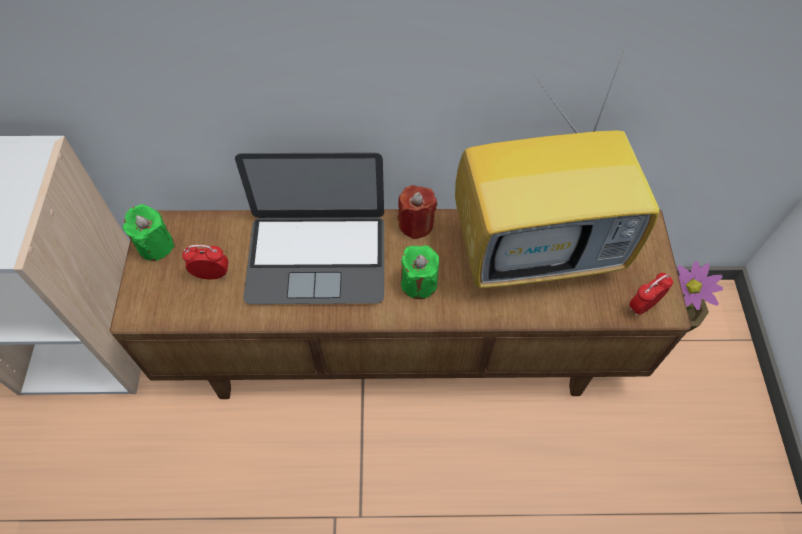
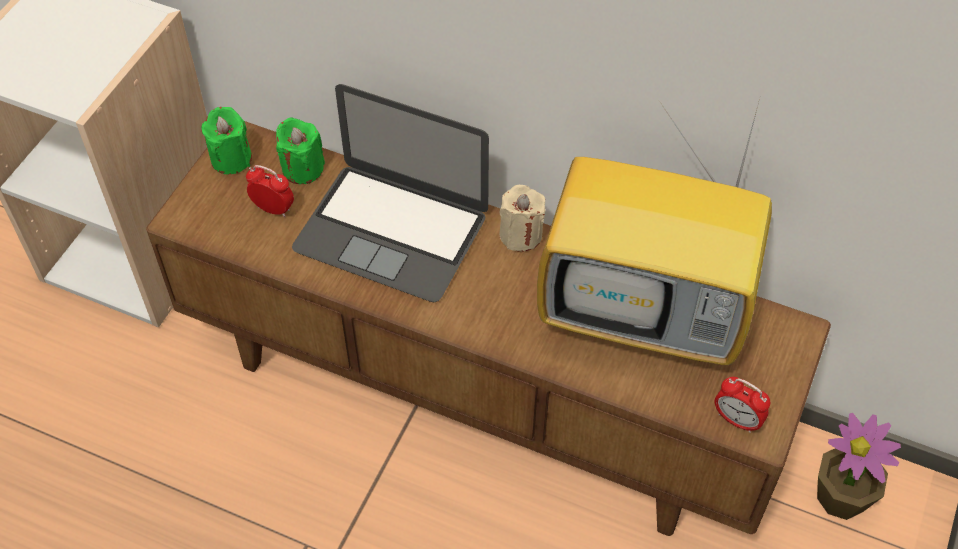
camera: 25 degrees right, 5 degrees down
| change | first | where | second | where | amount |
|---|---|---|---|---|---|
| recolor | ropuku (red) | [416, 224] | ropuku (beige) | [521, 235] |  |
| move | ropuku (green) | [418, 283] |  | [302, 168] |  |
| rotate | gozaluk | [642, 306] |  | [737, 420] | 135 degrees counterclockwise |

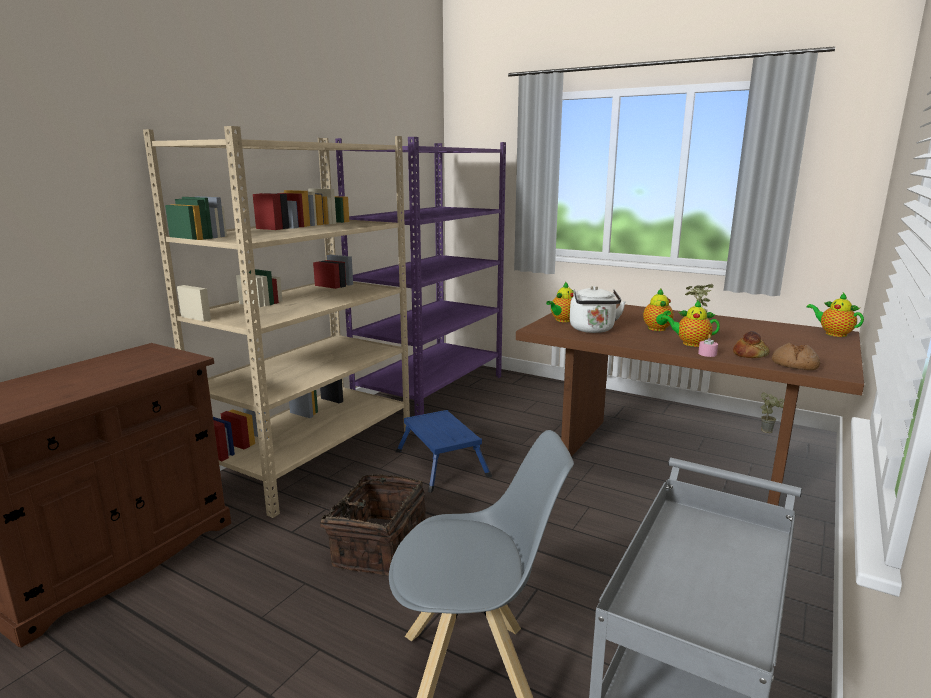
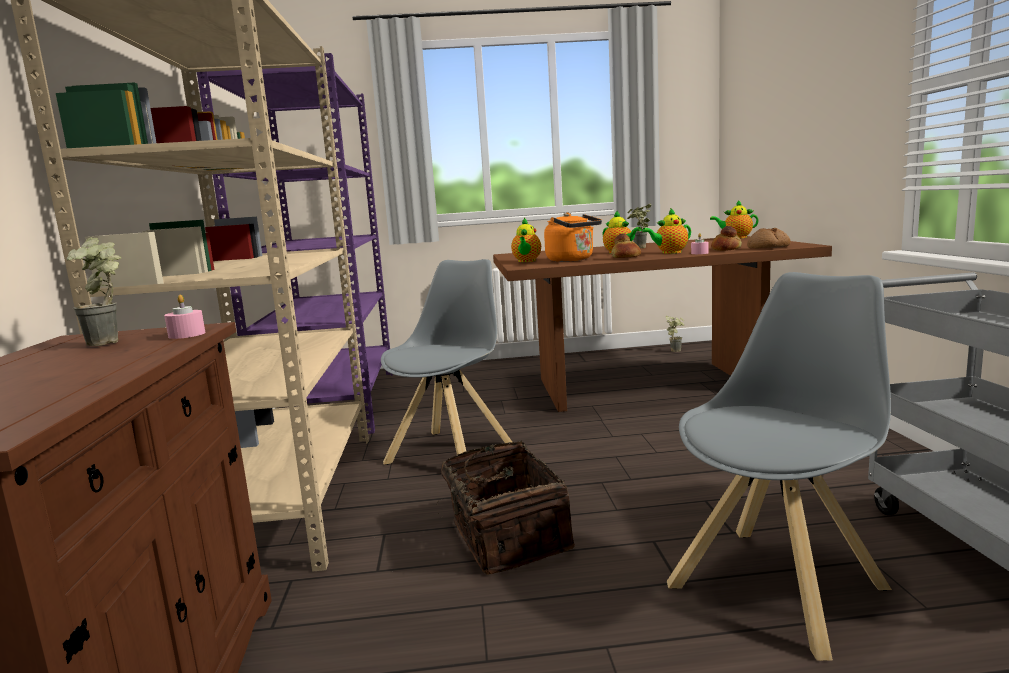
camera: 35 degrees left, 5 degrees down
| change | first | where | second | where | amount |
|---|---|---|---|---|---|
| replace | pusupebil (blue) | [442, 464] | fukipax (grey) | [452, 451] |  |
| recolor | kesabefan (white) | [593, 330] | kesabefan (orange) | [572, 260] |  |
| insert |  |  | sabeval | [113, 343] |  |
| insert |  |  | ropuku (pink) | [187, 334] |  |
| insert |  |  | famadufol | [625, 257] |  |

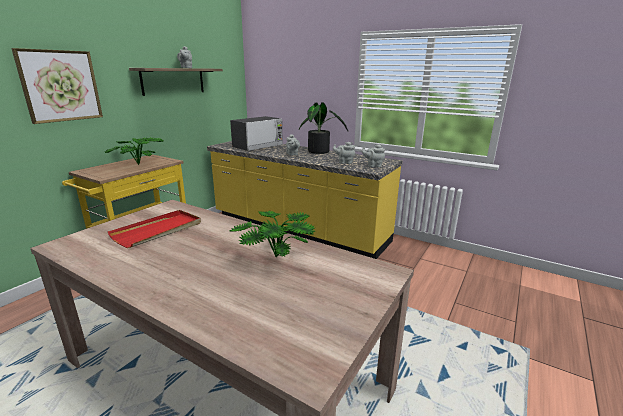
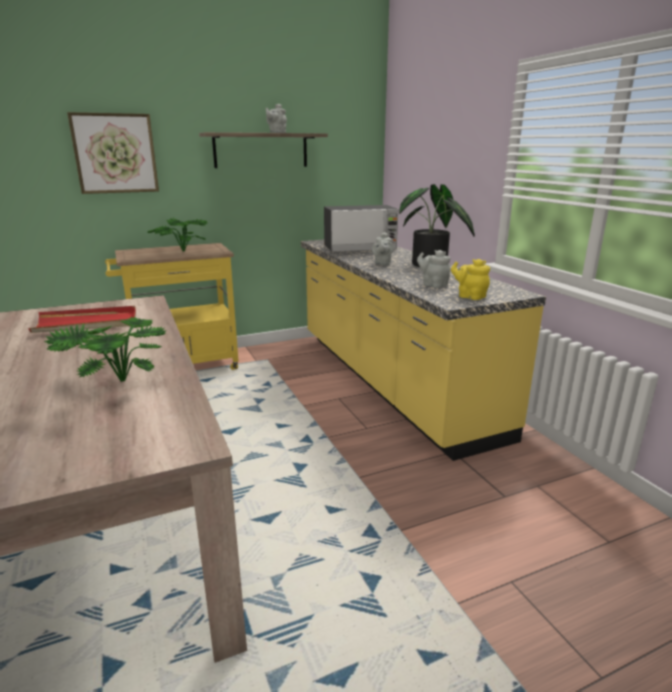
camera: 35 degrees right, 0 degrees up
| change | first | where | second | where | amount |
|---|---|---|---|---|---|
| recolor | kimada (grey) | [373, 165] | kimada (yellow) | [469, 296] |  |

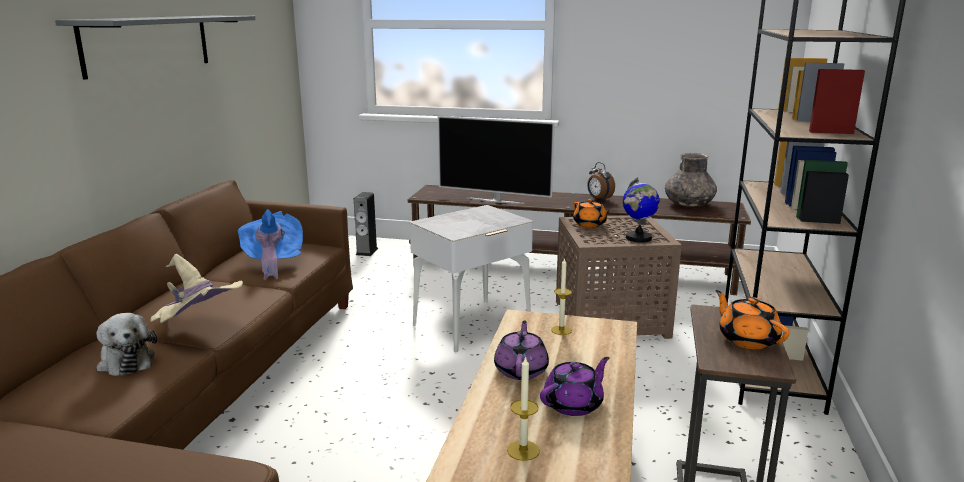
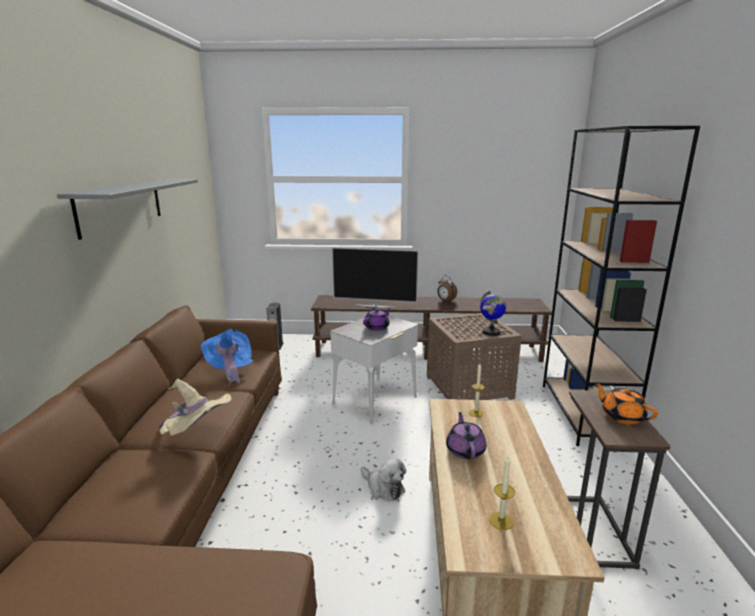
camera: 10 degrees left, 0 degrees up
| change | first | where | second | where | amount |
|---|---|---|---|---|---|
| move | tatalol | [126, 361] |  | [383, 488] |  |
| move | kimada (purple) | [574, 404] |  | [377, 327] |  |
| delete | kimada (orange) | [590, 224] |  |  |  |
| delete | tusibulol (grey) | [689, 204] |  |  |  |

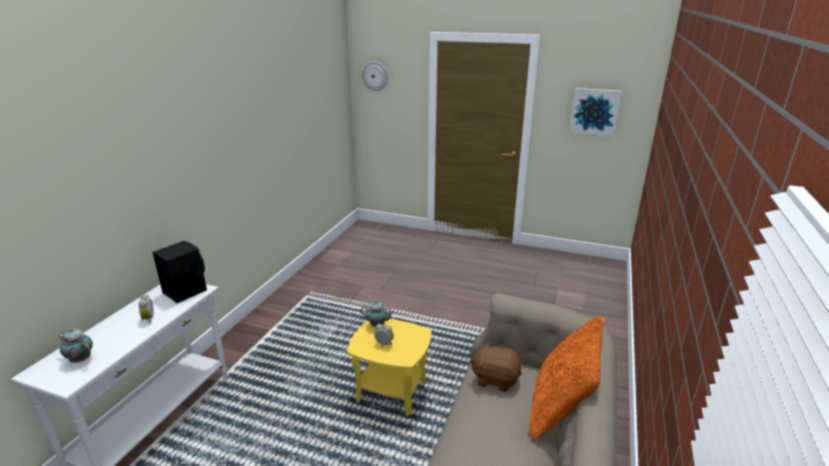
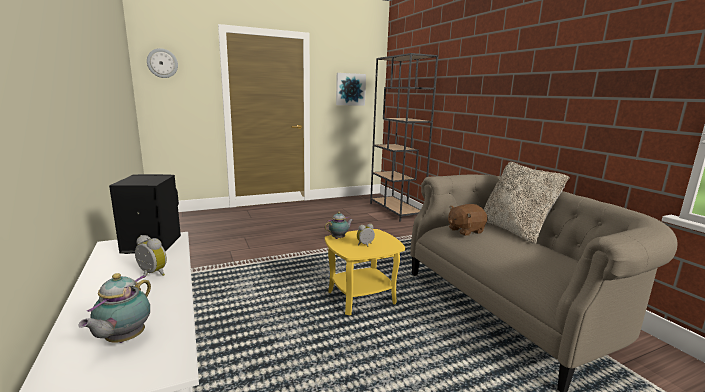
camera: 45 degrees left, 10 degrees down
| change | first | where | second | where | amount |
|---|---|---|---|---|---|
| rotate | kimada | [80, 359] |  | [123, 340] | 60 degrees counterclockwise |
| recolor | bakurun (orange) | [560, 410] | bakurun (beige) | [515, 229] |  |
| insert |  |  | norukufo | [396, 210] |  |

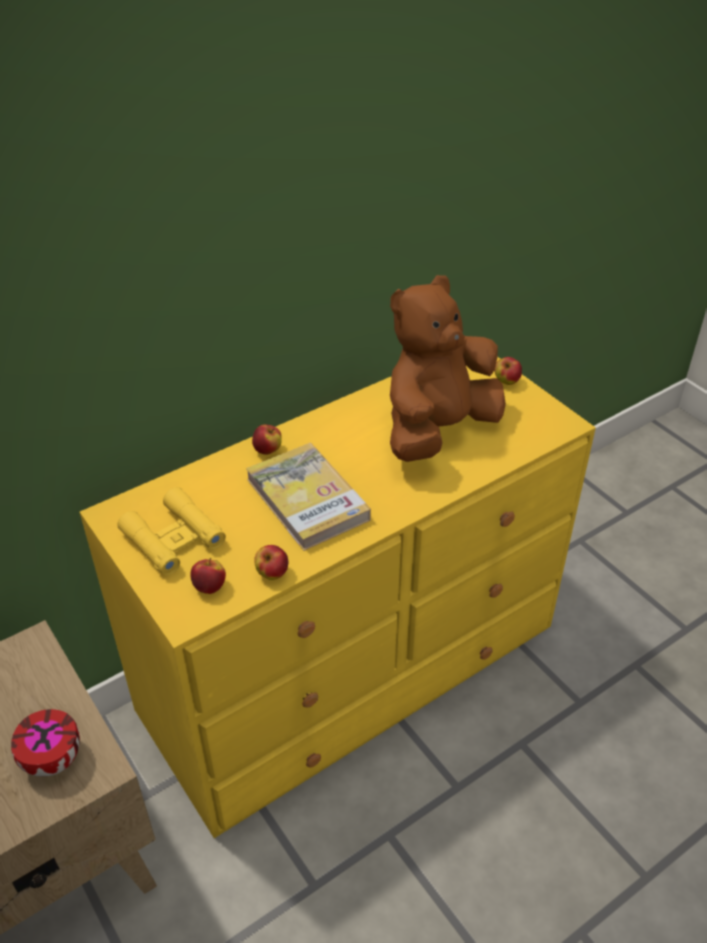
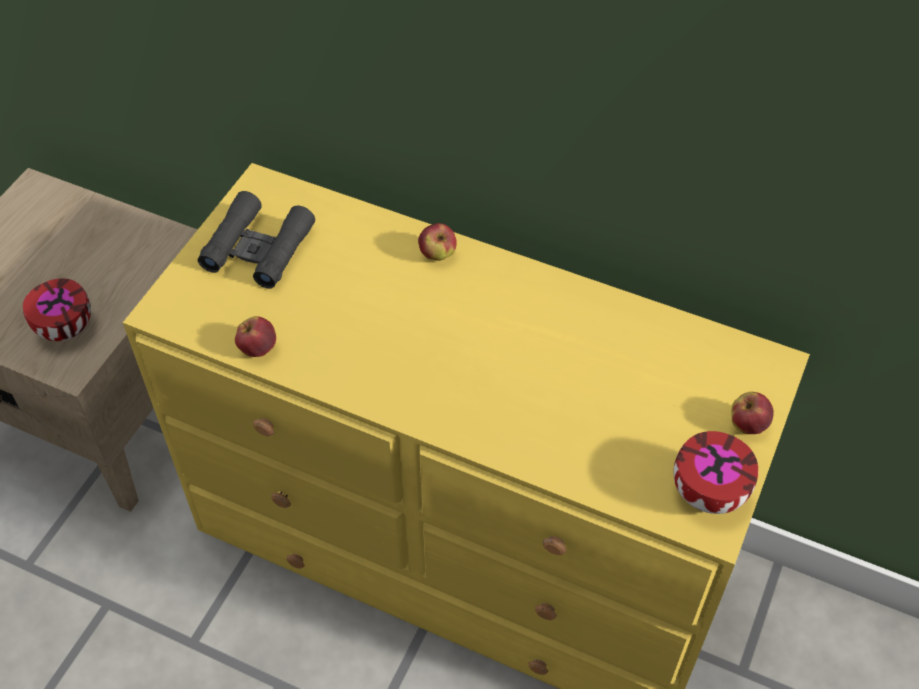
camera: 60 degrees right, 10 degrees up
| change | first | where | second | where | amount |
|---|---|---|---|---|---|
| recolor | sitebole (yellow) | [173, 539] | sitebole (black) | [258, 248] |  |
| delete | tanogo | [209, 587] |  |  |  |
| delete | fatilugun | [307, 499] |  |  |  |
| delete | tatalol (brown) | [437, 430] |  |  |  |
| insert |  |  | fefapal | [706, 492] |  |

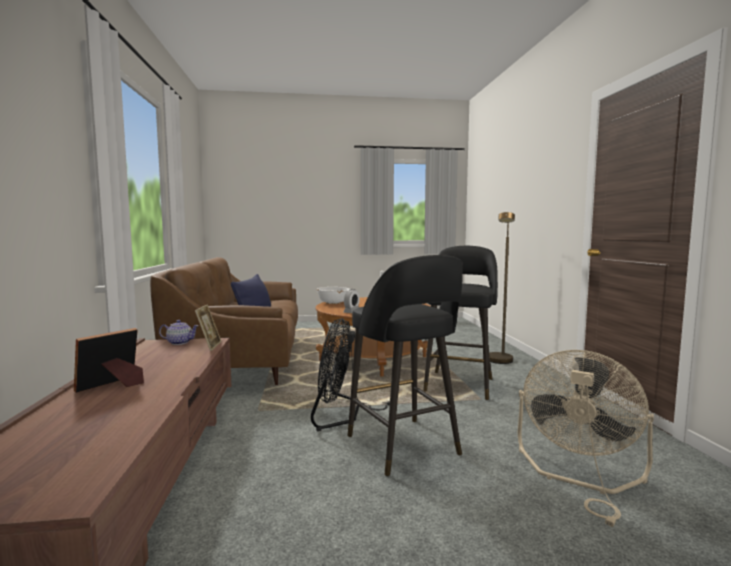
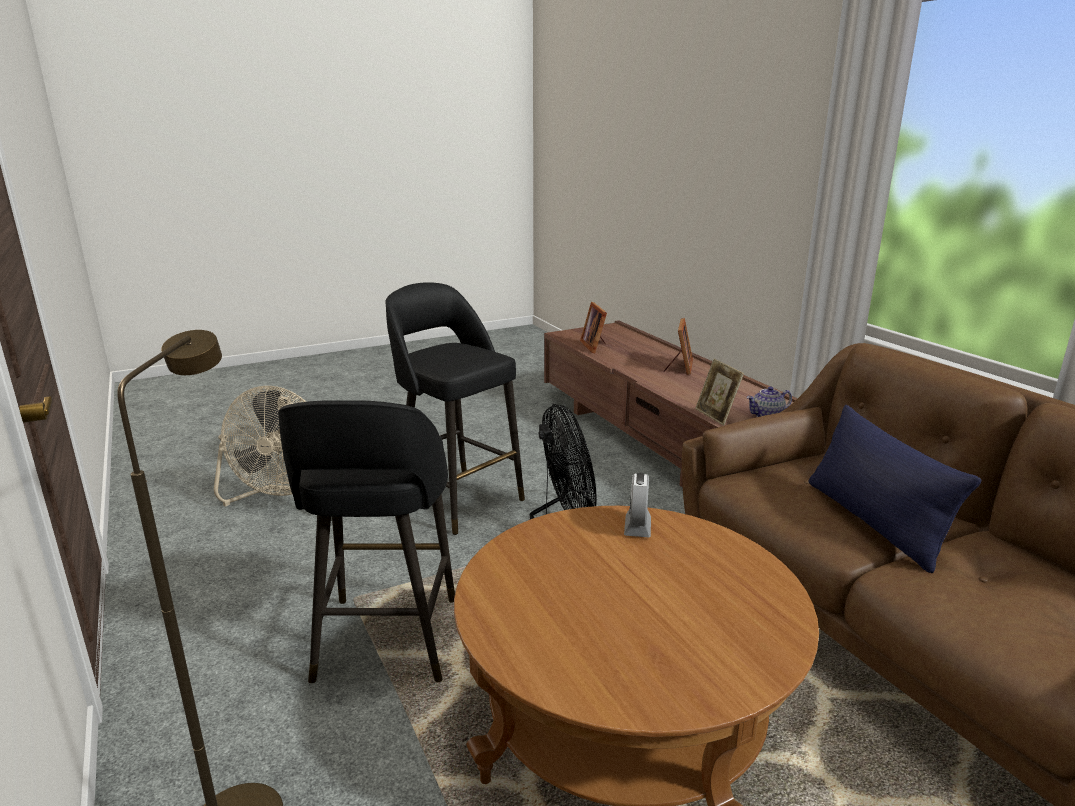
camera: 160 degrees right, 15 degrees up
| change | first | where | second | where | amount |
|---|---|---|---|---|---|
| delete | fefapal (white) | [333, 303] |  |  |  |
| insert |  |  | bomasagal | [595, 346] |  |

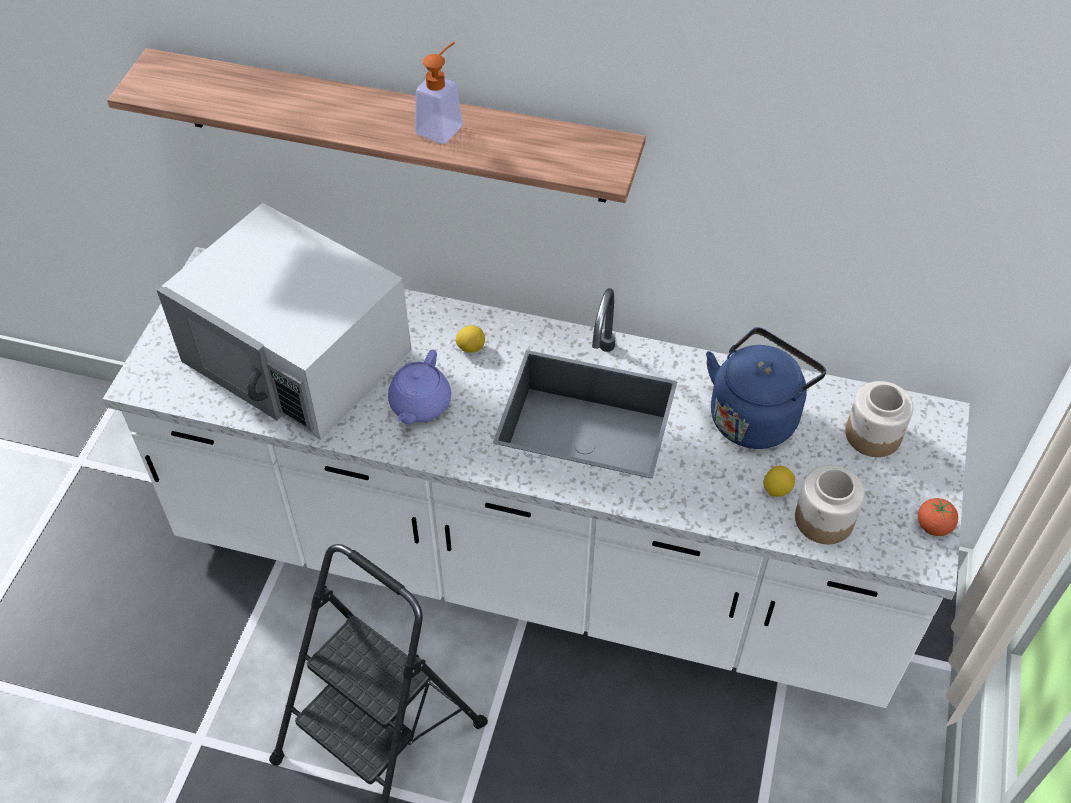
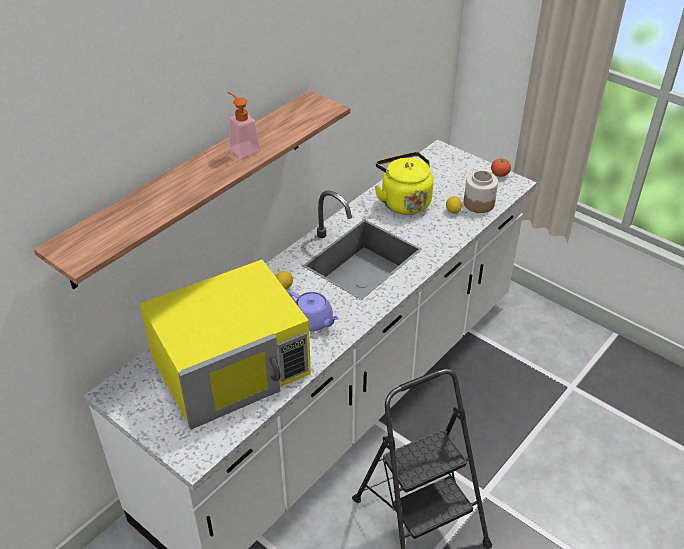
camera: 65 degrees left, 10 degrees down
| change | first | where | second | where | amount |
|---|---|---|---|---|---|
| recolor | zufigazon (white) | [298, 356] | zufigazon (yellow) | [232, 366] |  |
| recolor | kesabefan (blue) | [755, 415] | kesabefan (yellow) | [403, 201] |  |
| delete | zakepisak | [873, 435] |  |  |  |

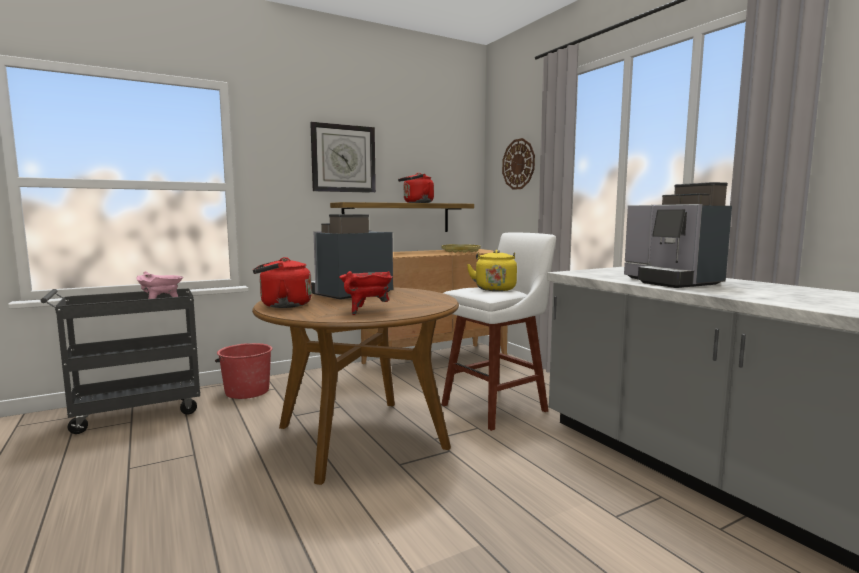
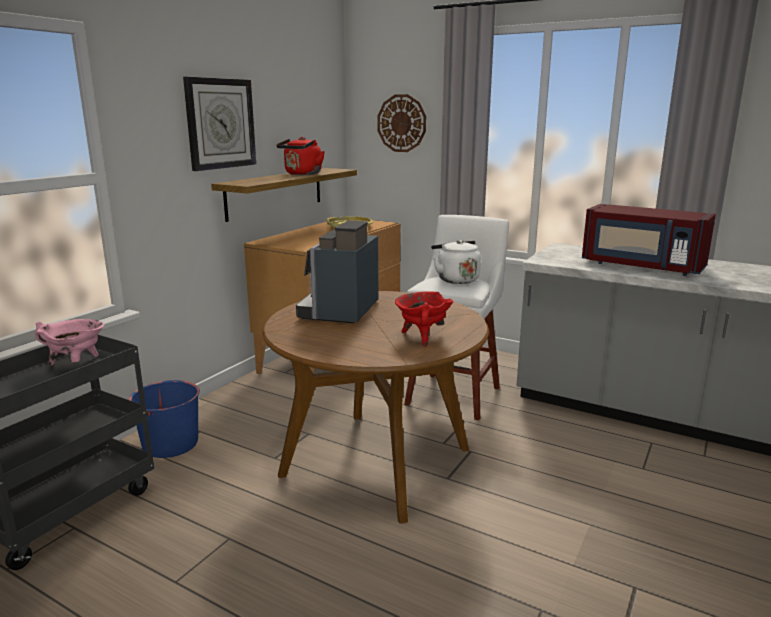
camera: 30 degrees left, 10 degrees up
| change | first | where | second | where | amount |
|---|---|---|---|---|---|
| recolor | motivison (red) | [246, 391] | motivison (blue) | [169, 444] |  |
| delete | kesabefan (red) | [282, 305] |  |  |  |
| recolor | kesabefan (yellow) | [494, 289] | kesabefan (white) | [455, 279] |  |
| replace | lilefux | [671, 282] | zufigazon (red) | [641, 266] |  |

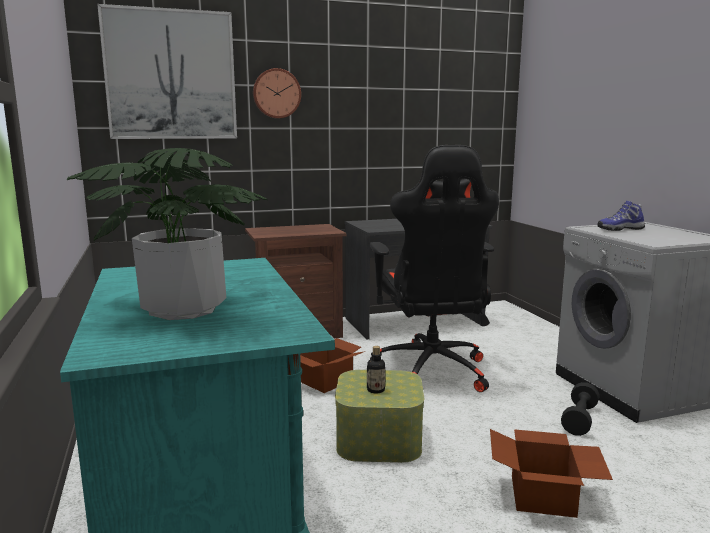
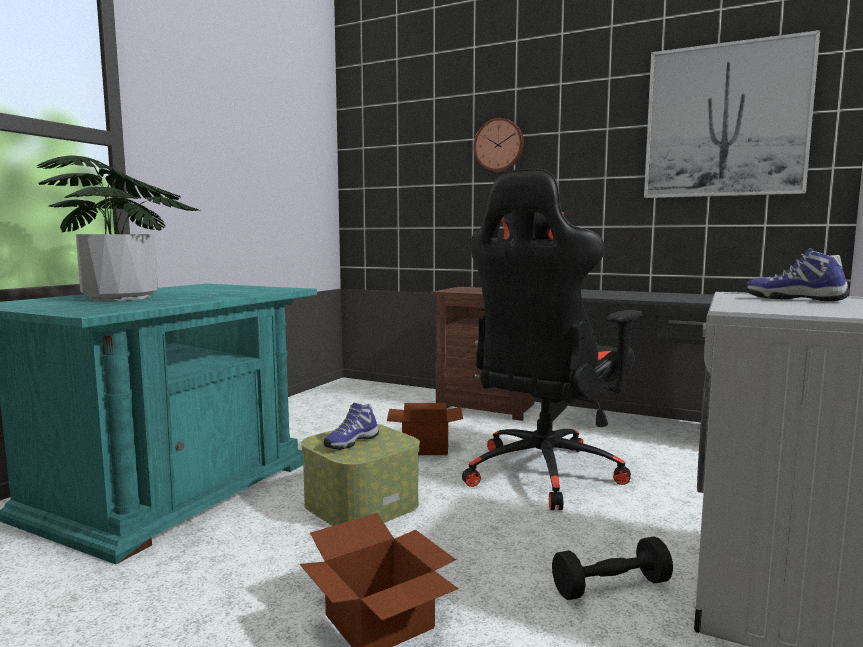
camera: 45 degrees right, 5 degrees down
| change | first | where | second | where | amount |
|---|---|---|---|---|---|
| move | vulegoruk | [171, 75] |  | [725, 121] |  |
| replace | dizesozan | [376, 390] | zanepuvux | [350, 442] |  |

